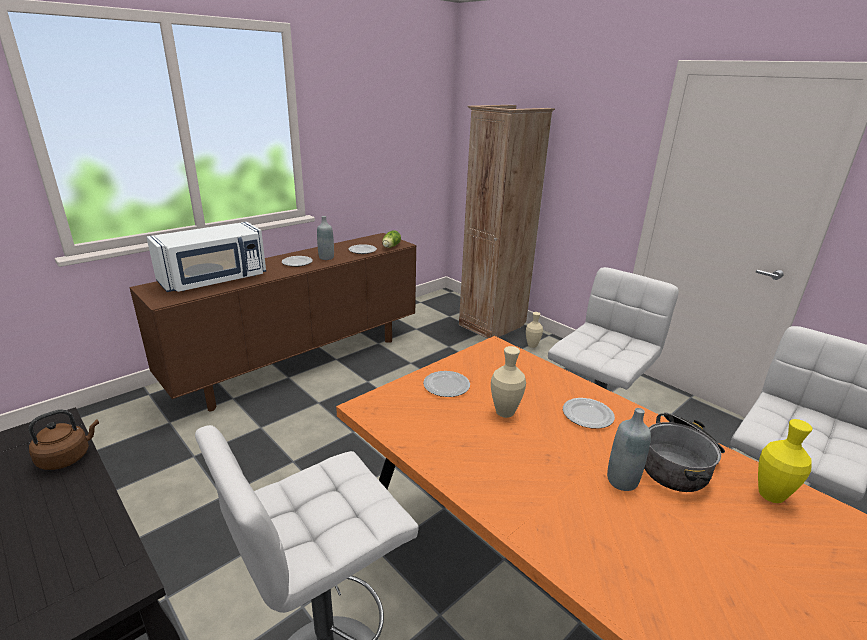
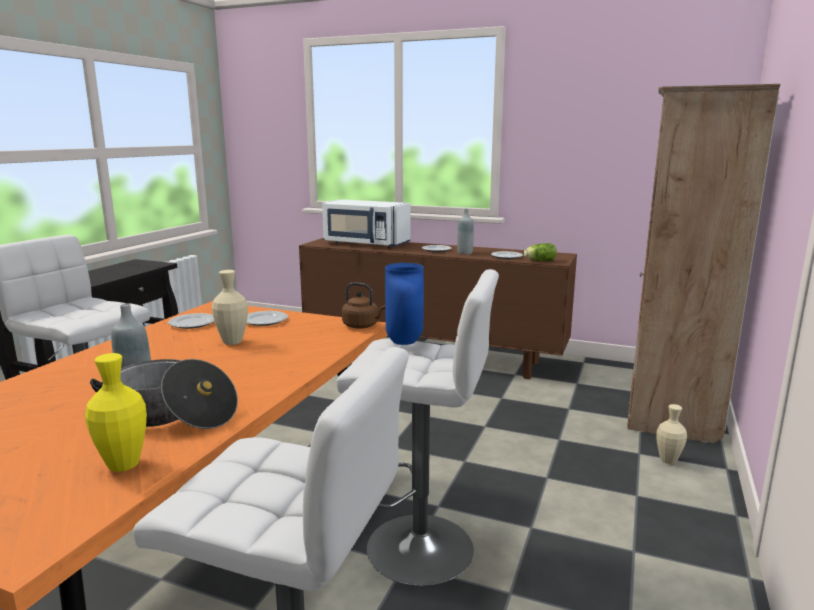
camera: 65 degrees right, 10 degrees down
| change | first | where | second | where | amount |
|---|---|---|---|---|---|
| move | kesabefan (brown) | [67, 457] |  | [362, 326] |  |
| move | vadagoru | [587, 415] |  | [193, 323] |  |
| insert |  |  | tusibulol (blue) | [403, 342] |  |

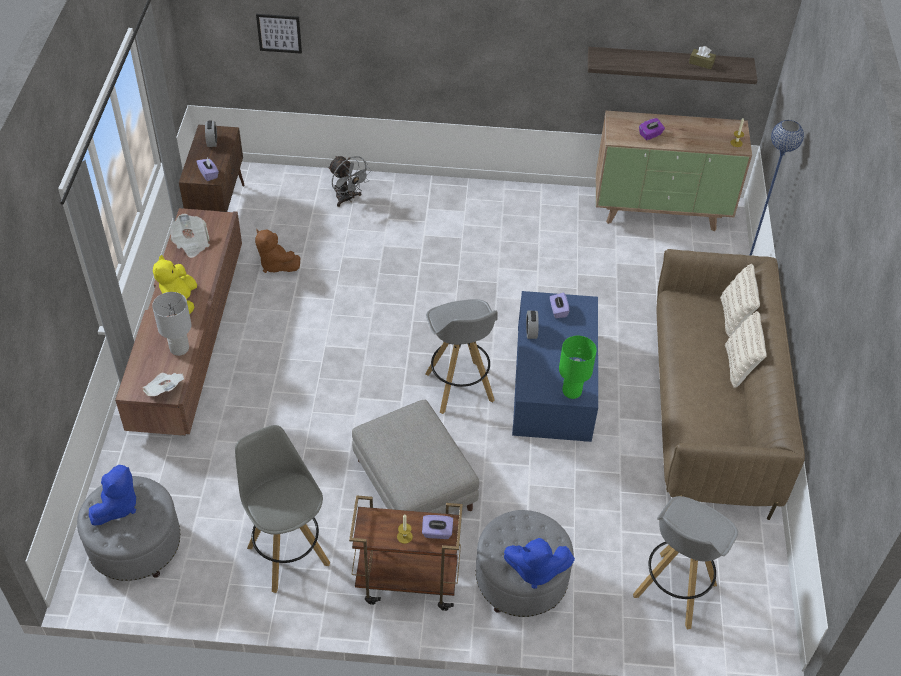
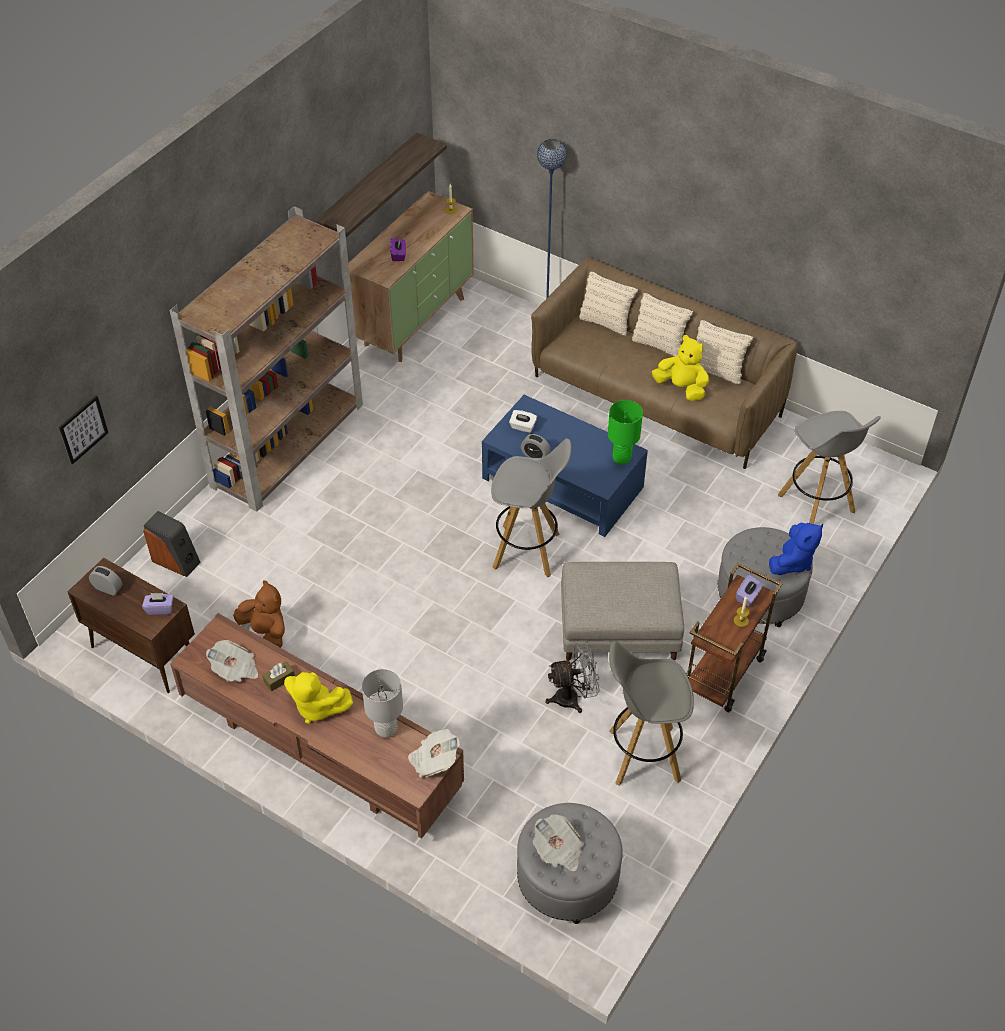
camera: 60 degrees left, 0 degrees up
| change | first | where | second | where | amount |
|---|---|---|---|---|---|
| replace | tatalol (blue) | [117, 506] | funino | [558, 850] |  |
| rotate | tatalol (brown) | [276, 265] |  | [266, 632] | 120 degrees counterclockwise |
| move | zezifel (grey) | [348, 199] |  | [573, 698] |  |
| recolor | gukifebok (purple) | [558, 311] | gukifebok (white) | [523, 427] |  |
| move | gukifebok (brown) | [701, 63] |  | [279, 679] |  |
| insert |  |  | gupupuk | [176, 560] |  |
| insert |  |  | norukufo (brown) | [288, 445] |  |
| insert |  |  | tatalol (yellow) | [681, 388] |  |
| insert |  |  | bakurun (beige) | [717, 372] |  |

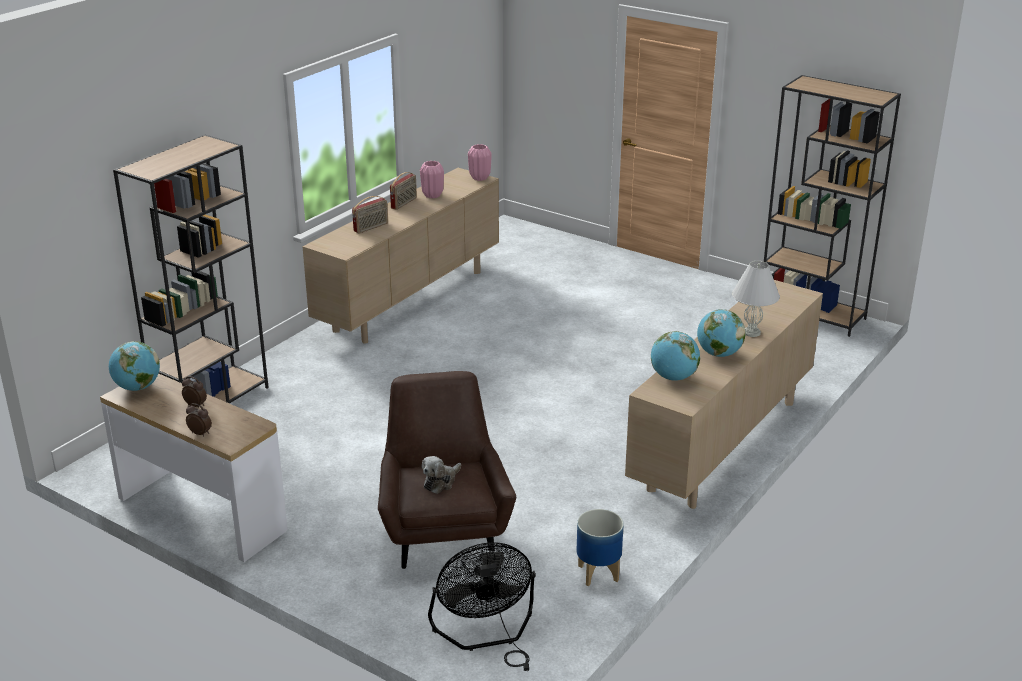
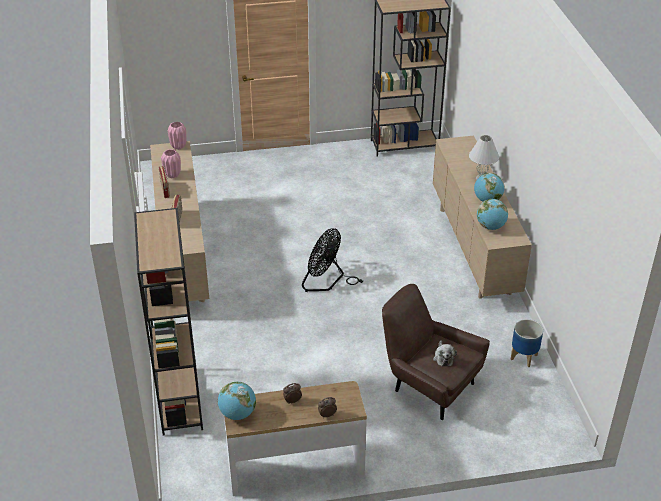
camera: 45 degrees left, 10 degrees up
| change | first | where | second | where | amount |
|---|---|---|---|---|---|
| move | zezifel (black) | [491, 635] |  | [330, 279] |  |

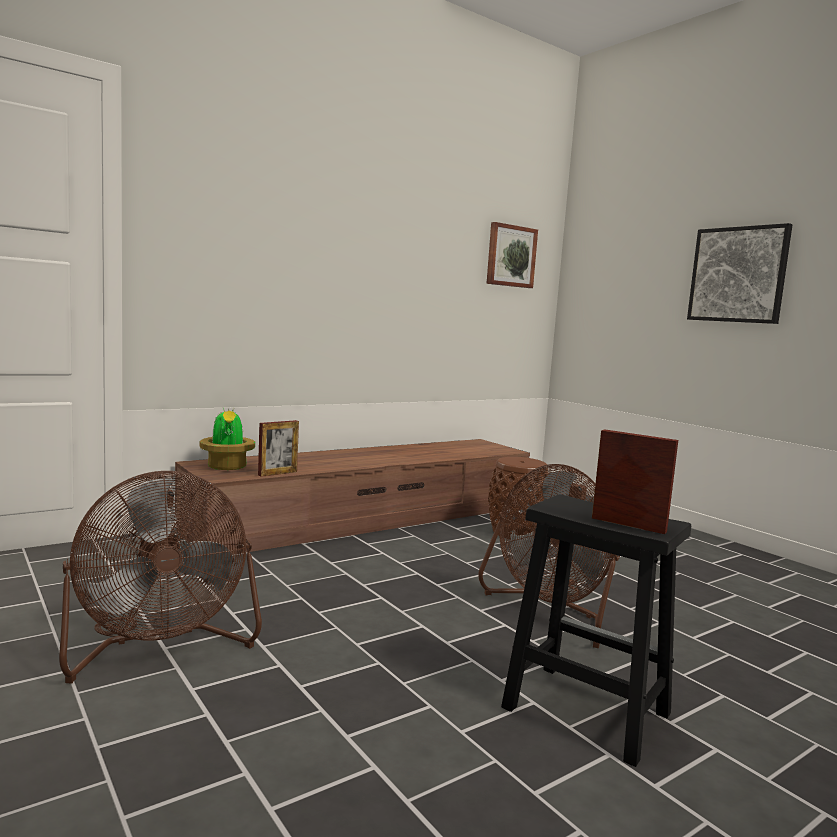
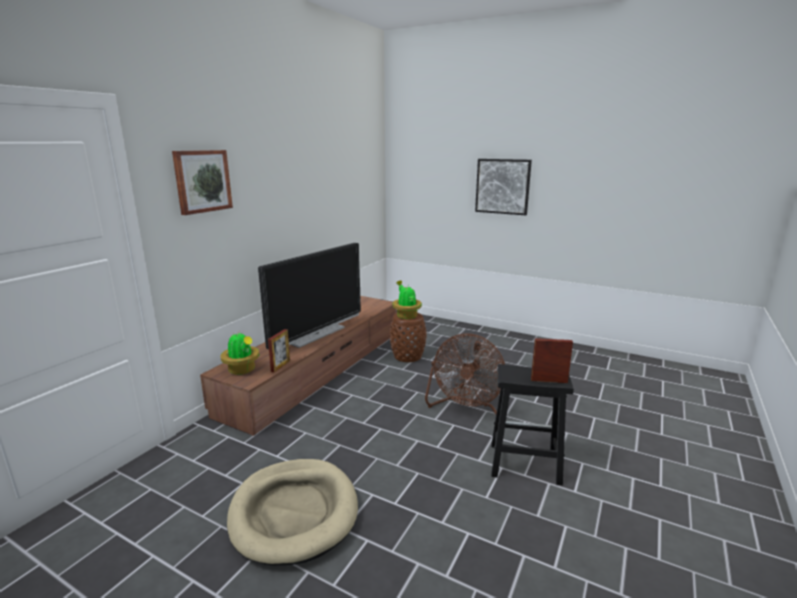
camera: 25 degrees left, 10 degrees up
| change | first | where | second | where | amount |
|---|---|---|---|---|---|
| replace | zezifel (brown) | [153, 648] | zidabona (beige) | [294, 512] |  |
| move | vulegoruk | [510, 256] |  | [202, 181] |  |
| insert |  |  | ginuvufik | [316, 335] |  |
| insert |  |  | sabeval | [406, 316] |  |

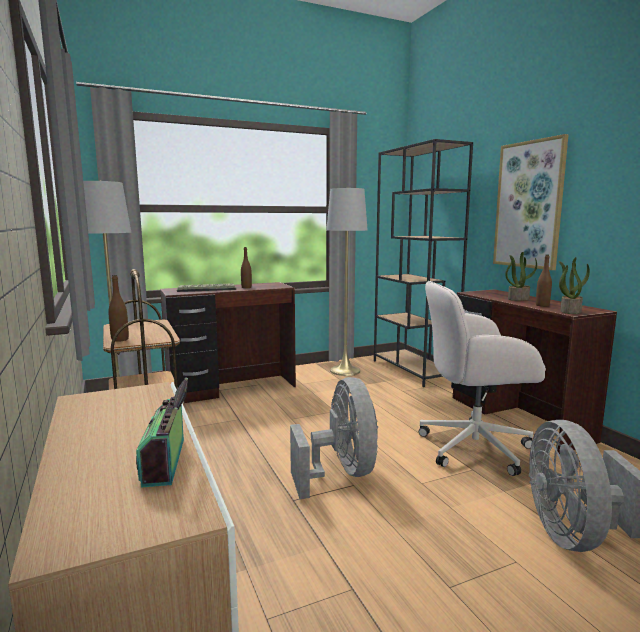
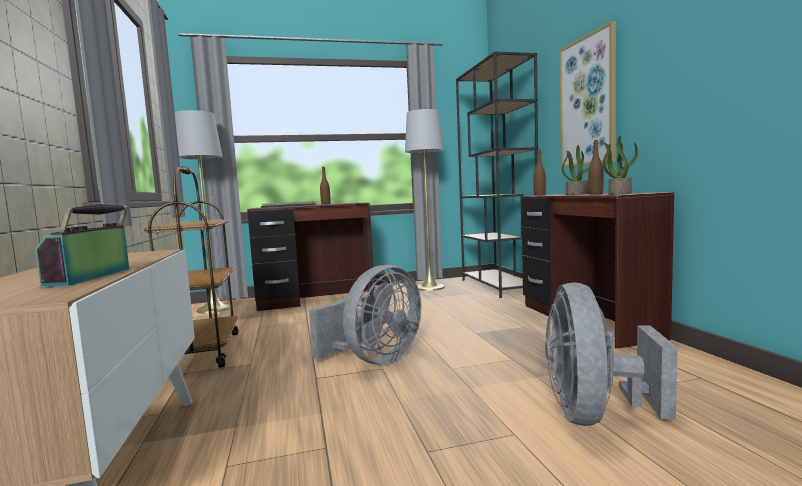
camera: 10 degrees right, 5 degrees down
| change | first | where | second | where | amount |
|---|---|---|---|---|---|
| move | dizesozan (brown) | [120, 339] |  | [539, 195] |  |
| rotate | zezifel (grey) | [341, 473] |  | [375, 360] | 45 degrees clockwise |
| delete | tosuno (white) | [474, 448] |  |  |  |

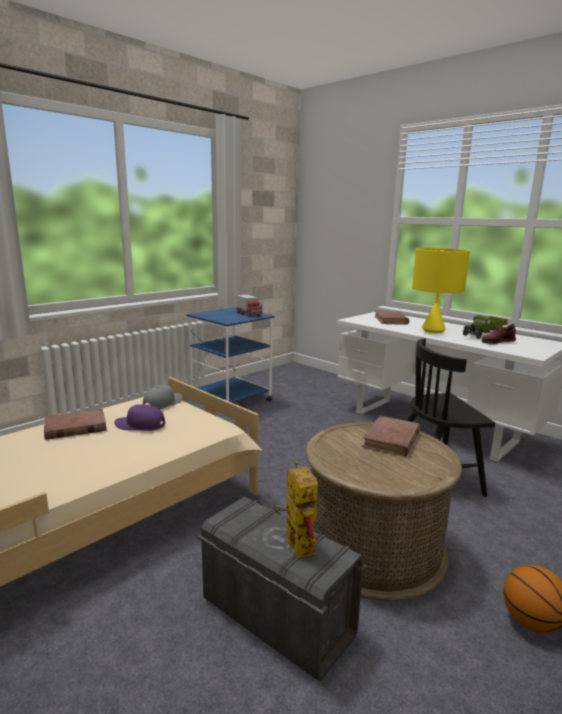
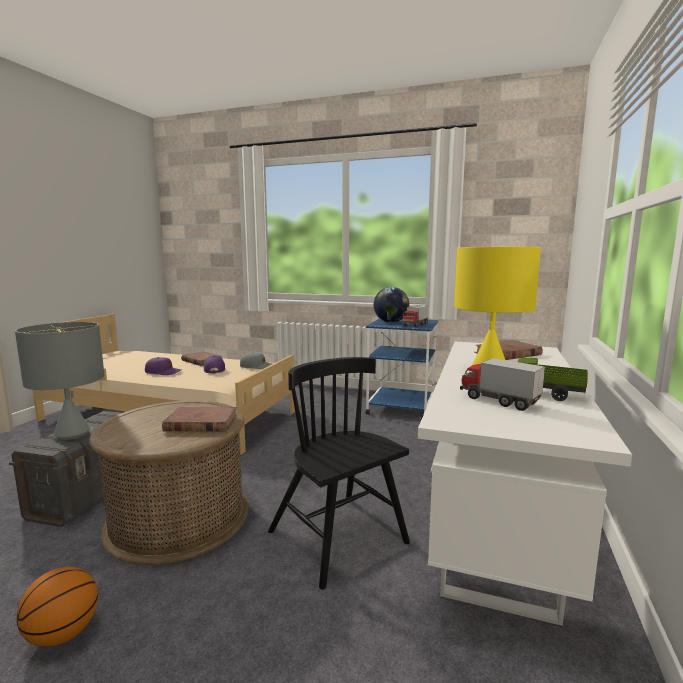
camera: 65 degrees right, 5 degrees down
| change | first | where | second | where | amount |
|---|---|---|---|---|---|
| replace | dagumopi | [294, 542] | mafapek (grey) | [72, 435] |  |
| replace | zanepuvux | [497, 341] | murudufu | [498, 400] |  |
| insert |  |  | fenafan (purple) | [163, 372] |  |
| insert |  |  | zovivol | [390, 322] |  |

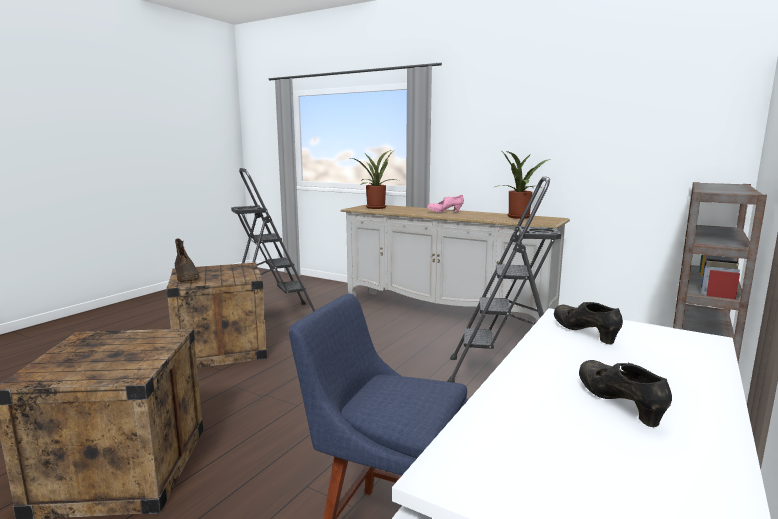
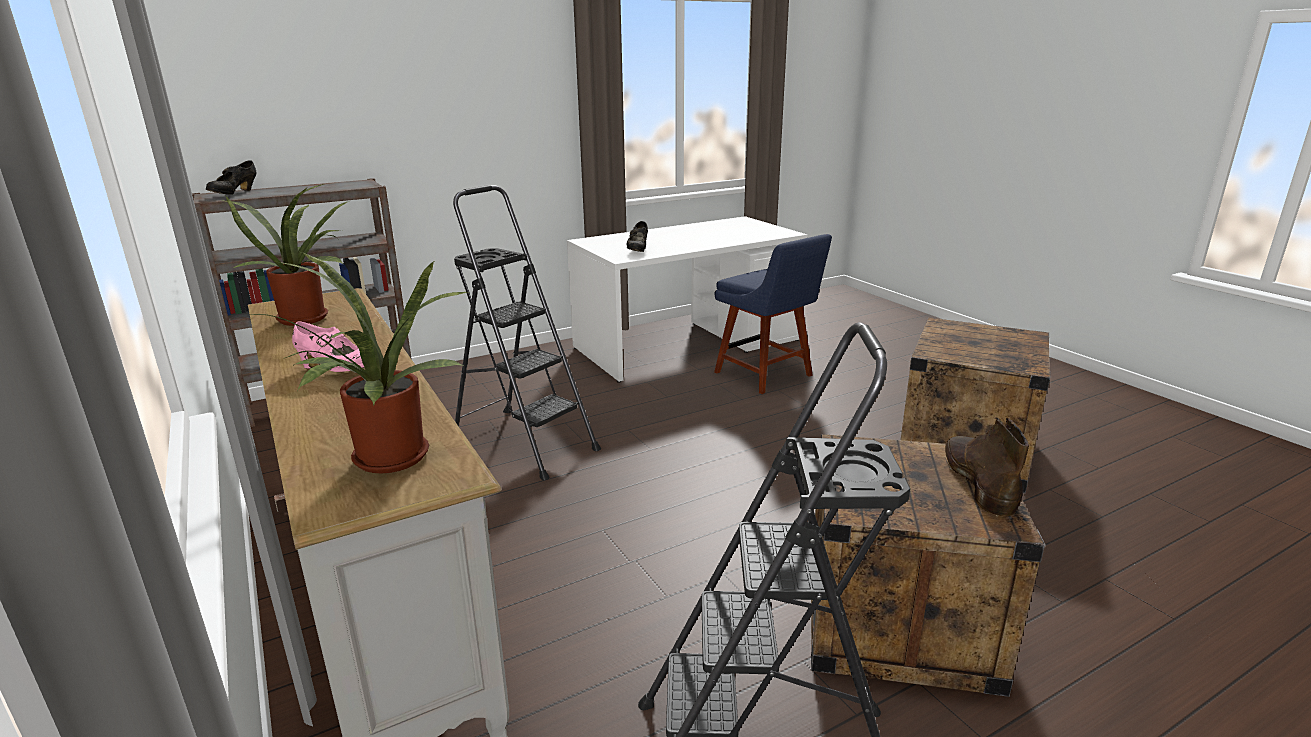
camera: 150 degrees left, 10 degrees up
| change | first | where | second | where | amount |
|---|---|---|---|---|---|
| move | zanepuvux (black) | [619, 405] |  | [234, 194] |  |

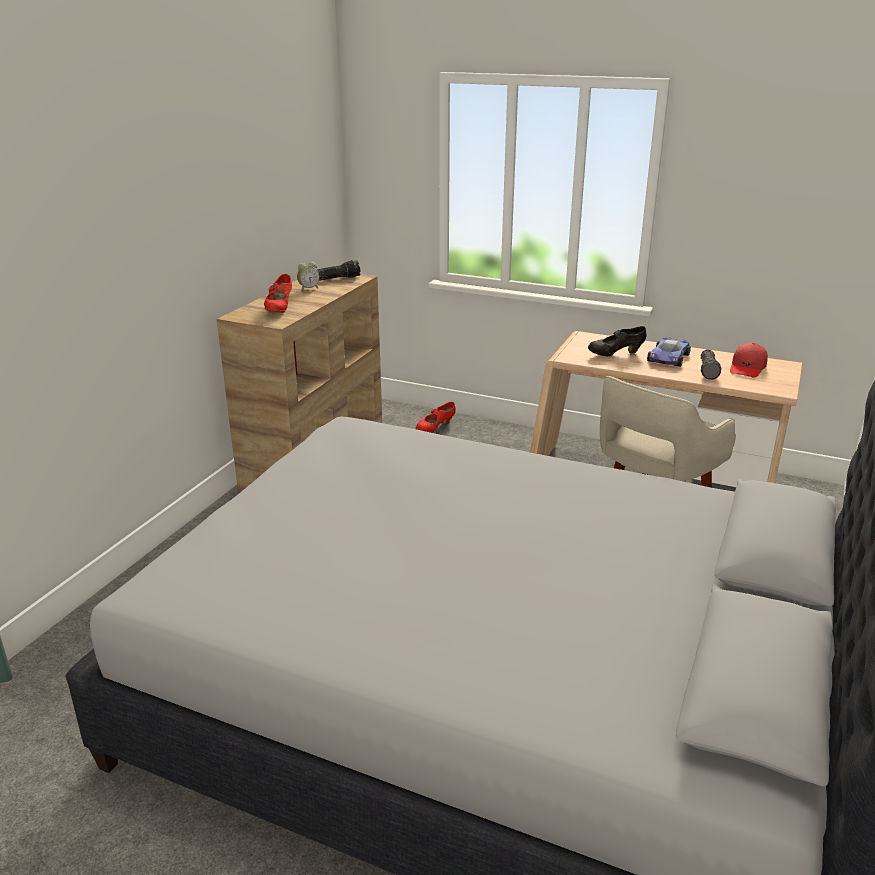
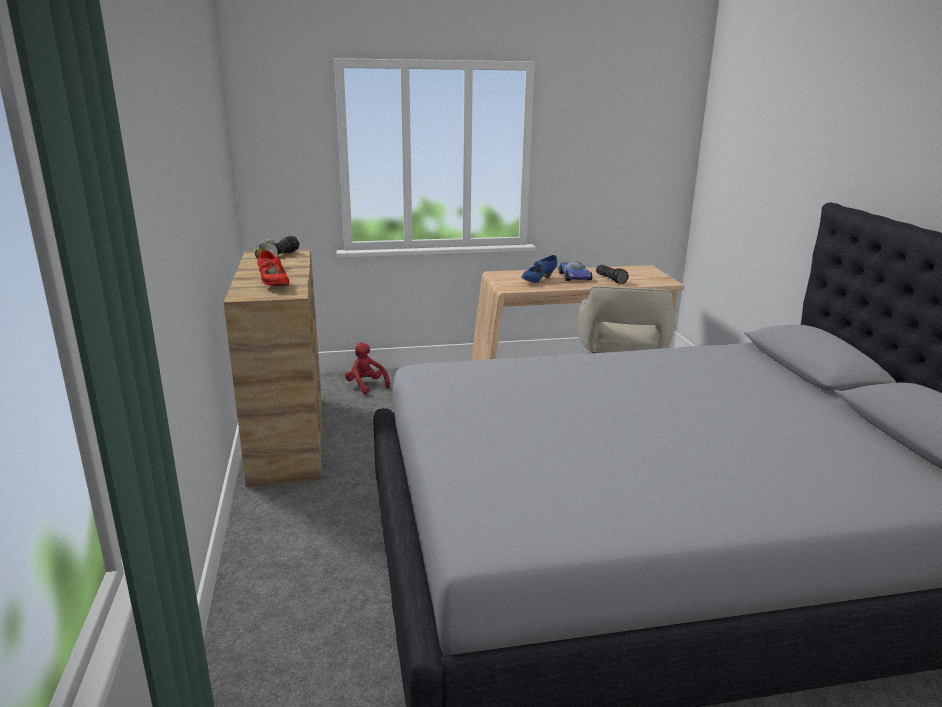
camera: 35 degrees left, 5 degrees down
| change | first | where | second | where | amount |
|---|---|---|---|---|---|
| replace | zanepuvux (red) | [435, 429] | tatalol (red) | [366, 386] |  |
| recolor | zanepuvux (black) | [615, 354] | zanepuvux (blue) | [538, 281] |  |
| delete | fenafan (red) | [747, 368] |  |  |  |

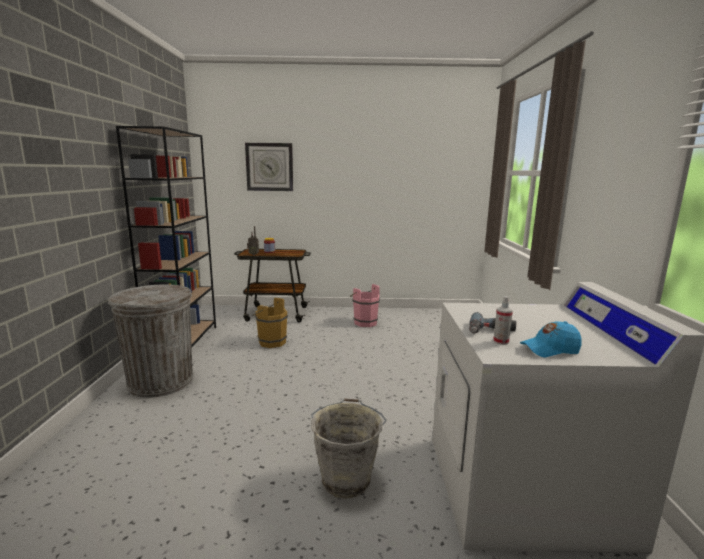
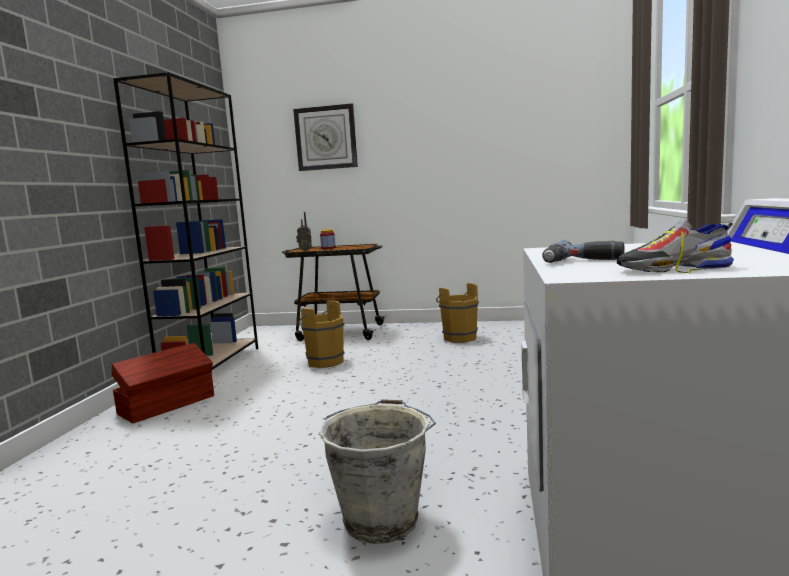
camera: 10 degrees right, 5 degrees down
| change | first | where | second | where | amount |
|---|---|---|---|---|---|
| replace | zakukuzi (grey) | [161, 381] | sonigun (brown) | [168, 405] |  |
| recolor | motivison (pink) | [364, 322] | motivison (brown) | [458, 337] |  |
| delete | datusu | [501, 341] |  |  |  |
| replace | fenafan (blue) | [550, 350] | zanepuvux | [673, 269] |  |

